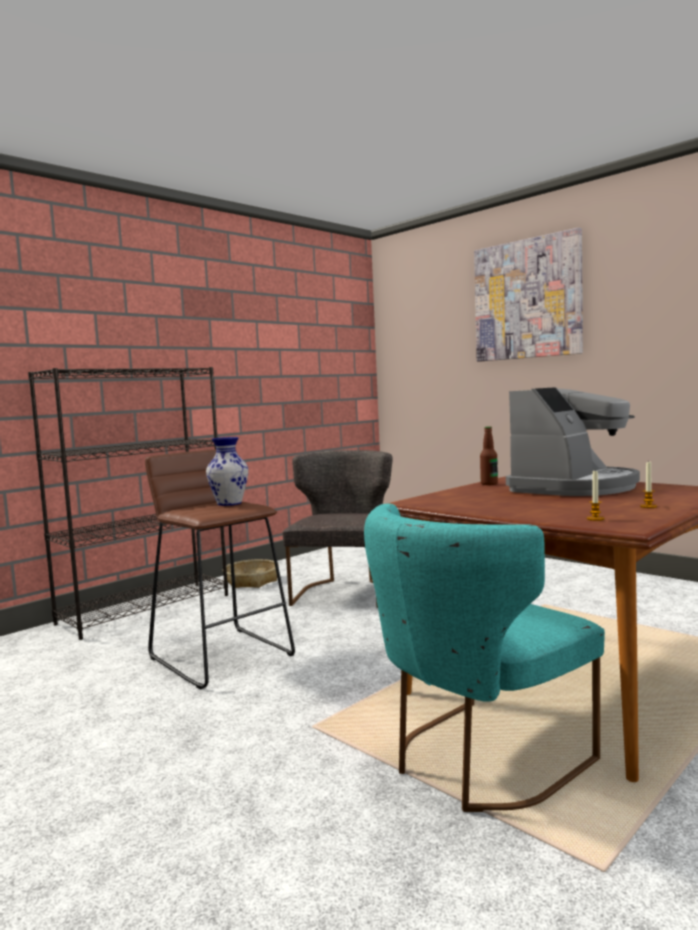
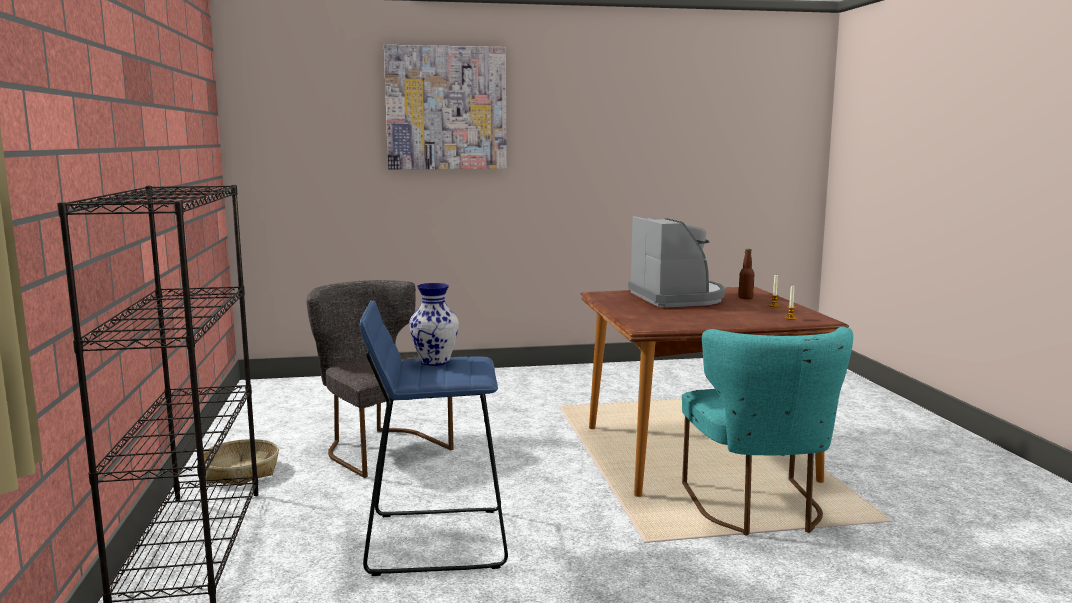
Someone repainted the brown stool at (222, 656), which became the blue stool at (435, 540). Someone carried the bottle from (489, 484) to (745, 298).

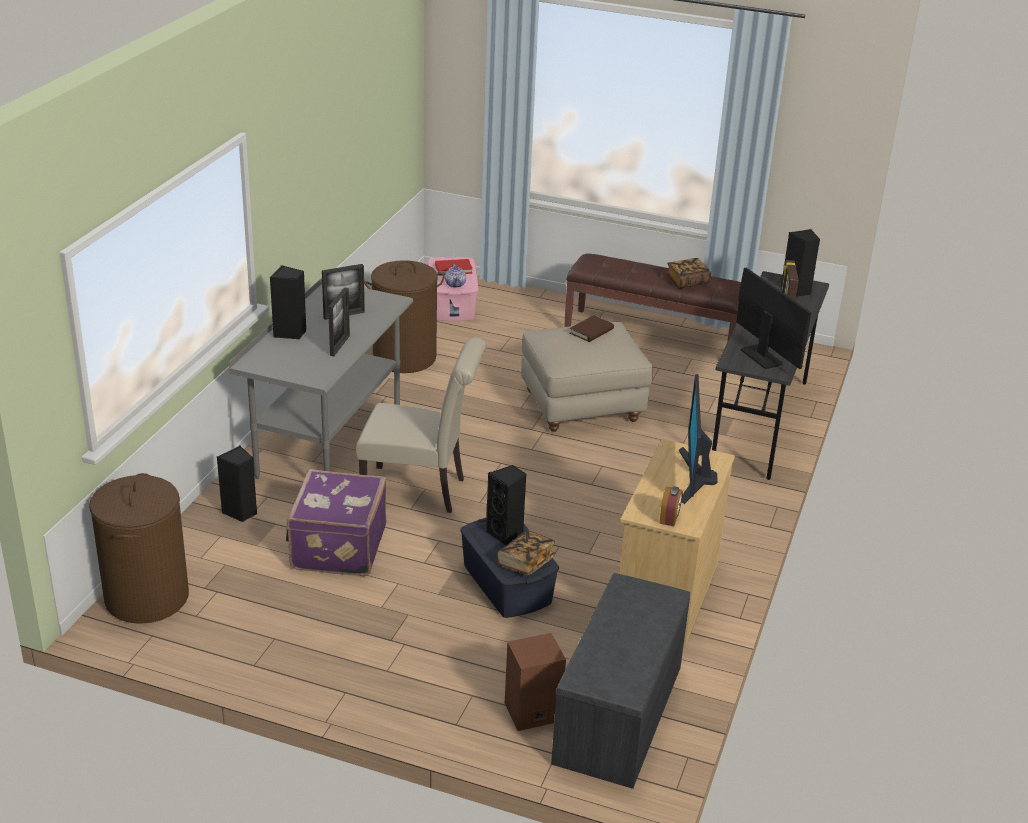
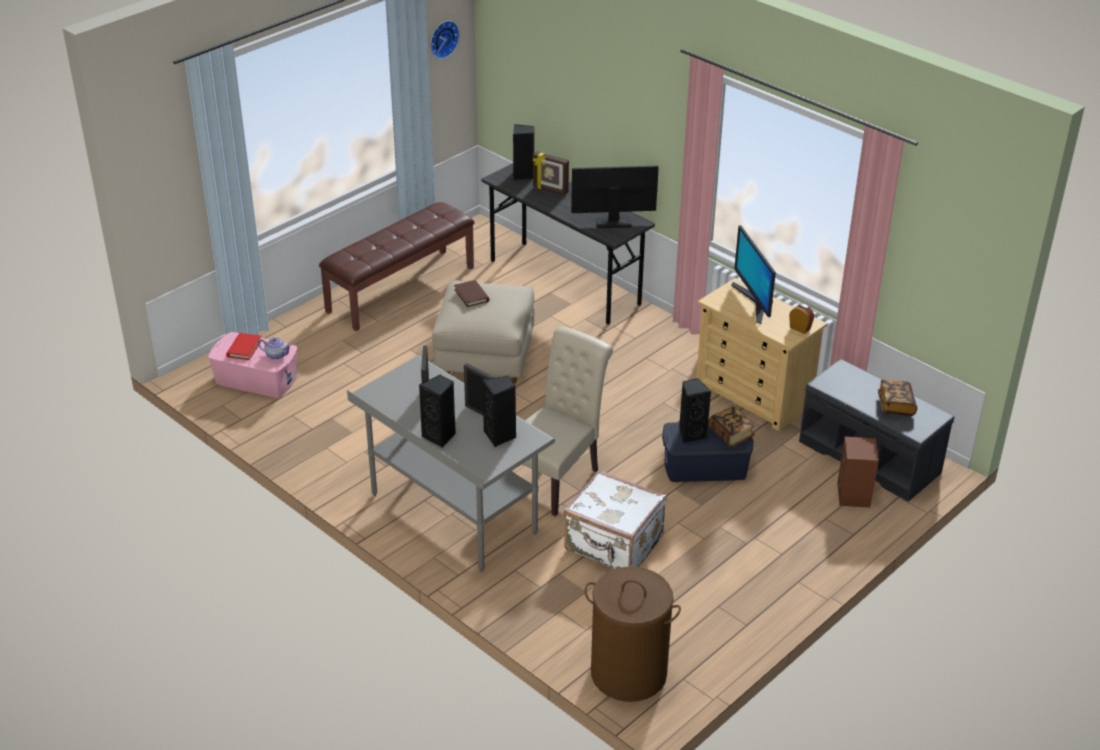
Someone put up the wall clock at (442, 38). Someone carried the black speaker from (240, 512) to (500, 436). Someone repainted the purple suitcase at (336, 548), which became the white suitcase at (613, 545). Someone rotated the monitor at (694, 477) by 45 degrees clockwise. Someone carried the book from (687, 281) to (895, 405). Someone took away the brown laundry basket at (404, 358).

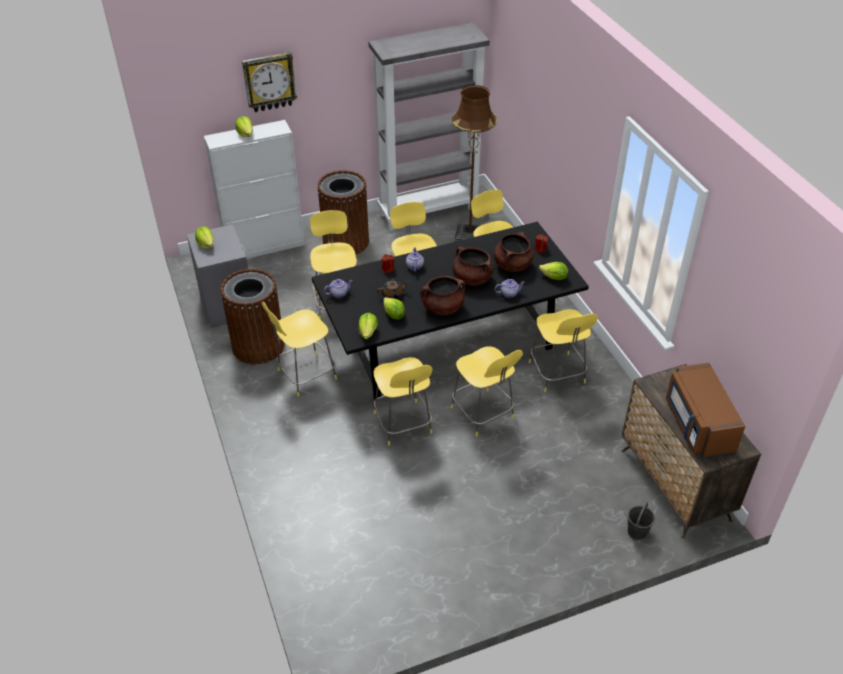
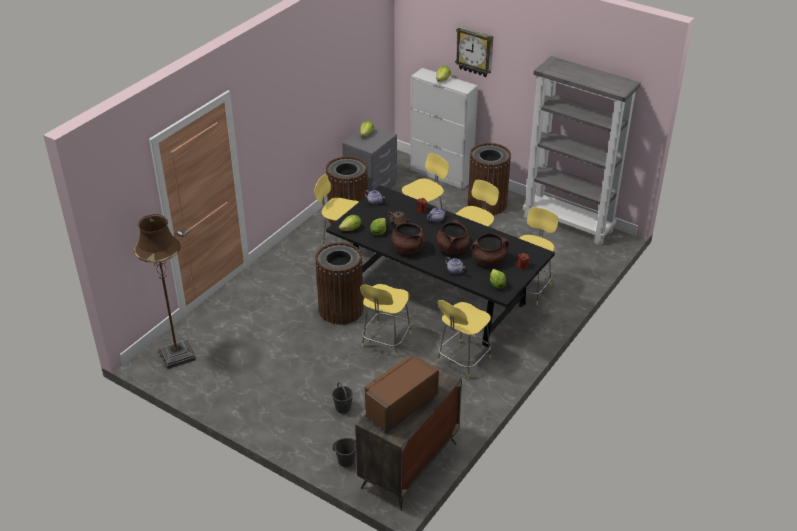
Someone carried the brown floor lamp from (469, 236) to (177, 355). Someone swapped the yellow stool at (403, 424) for the brown trash can at (341, 309). Someone put down the grey bucket at (343, 408).

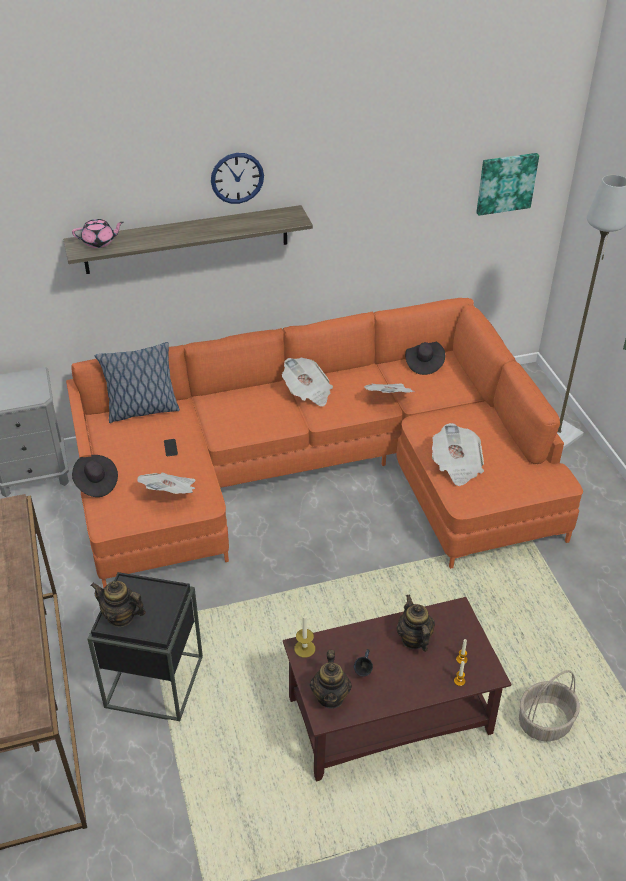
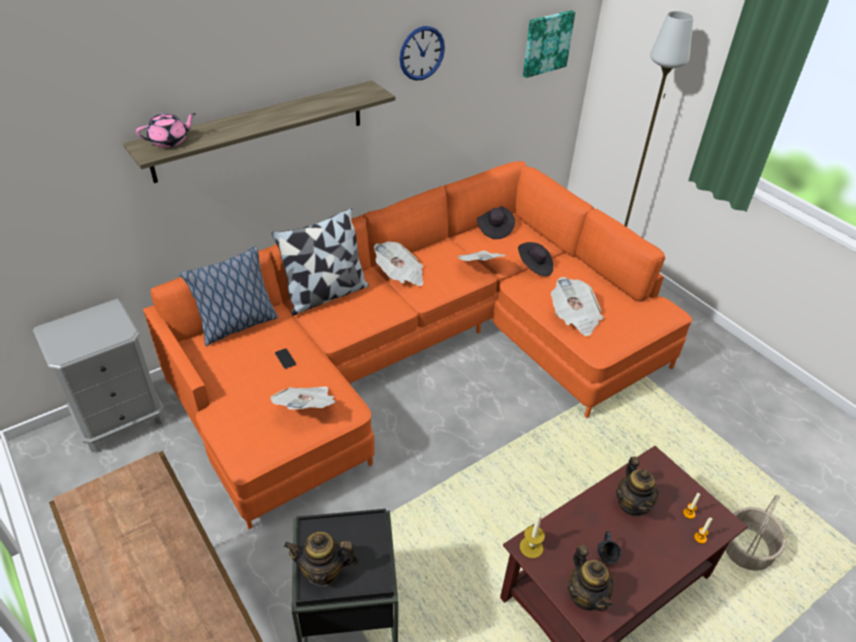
Someone put down the pillow at (326, 294). Someone carried the wall clock from (237, 178) to (421, 53). Someone carried the black hat from (96, 483) to (534, 267). Someone rotated the teapot at (414, 639) by 150 degrees counterclockwise.

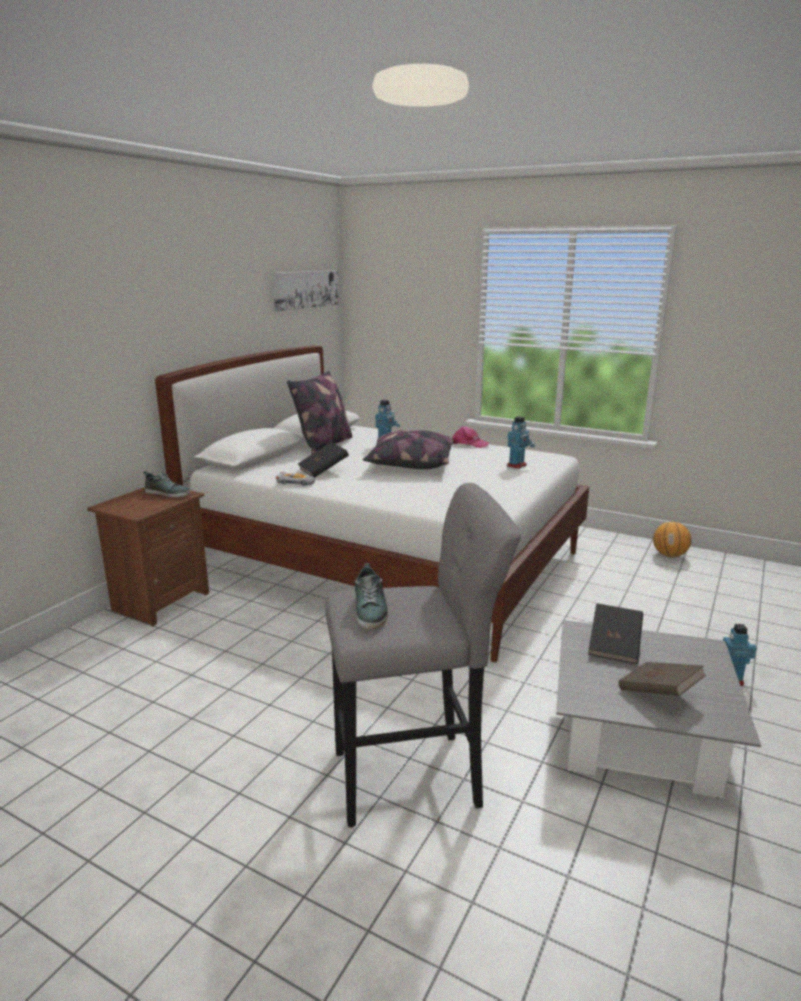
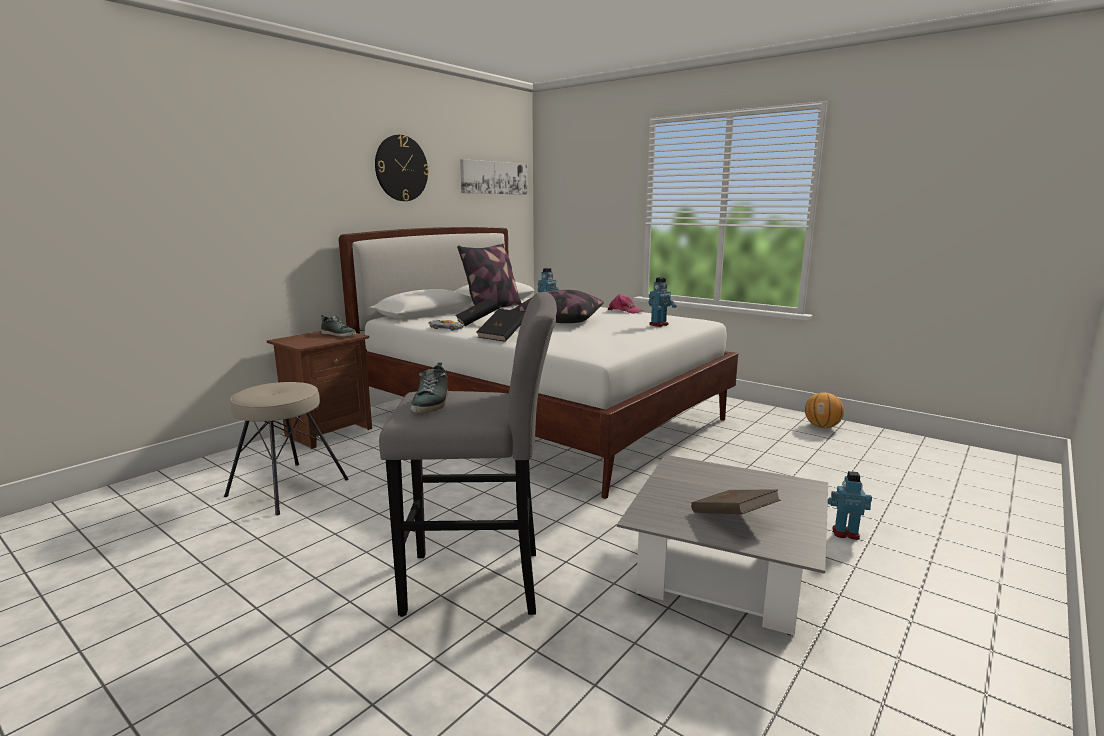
Someone put down the beige stool at (287, 487). Someone put up the wall clock at (401, 168). Someone carried the black book from (614, 646) to (502, 336).

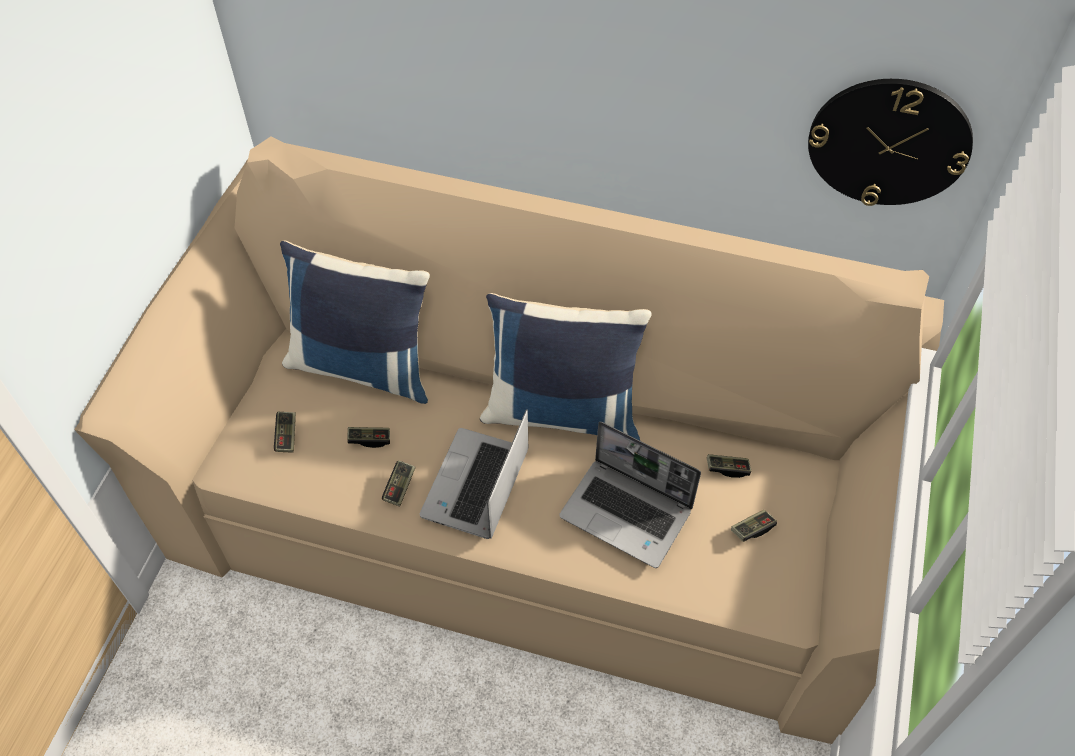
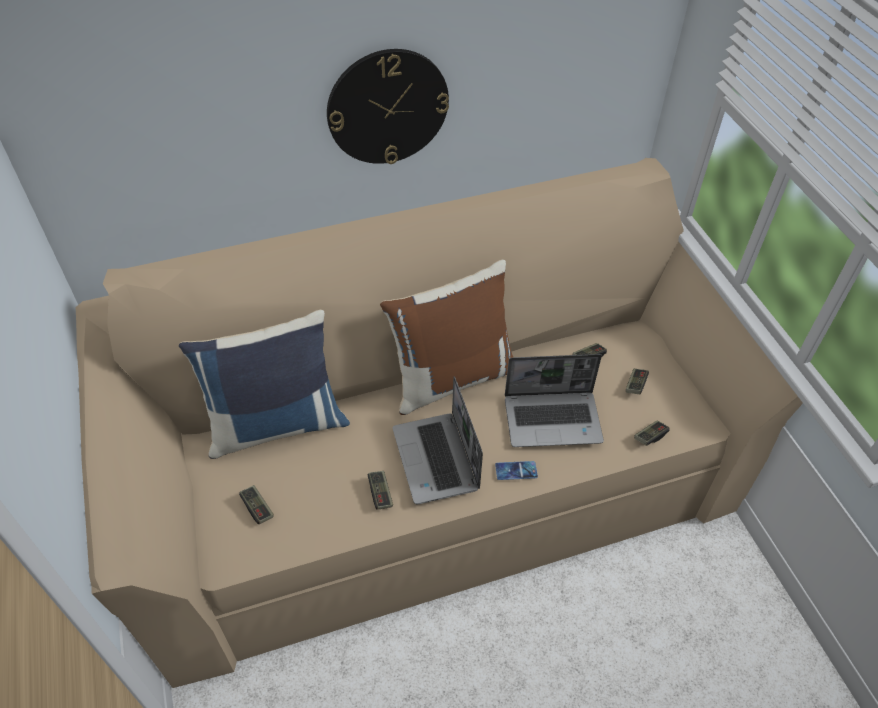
Someone carried the wall clock from (888, 142) to (387, 107). Someone repainted the blue pillow at (562, 411), which became the brown pillow at (452, 377). Someone put down the phone at (516, 471). Someone carried the game controller from (369, 439) to (650, 436).

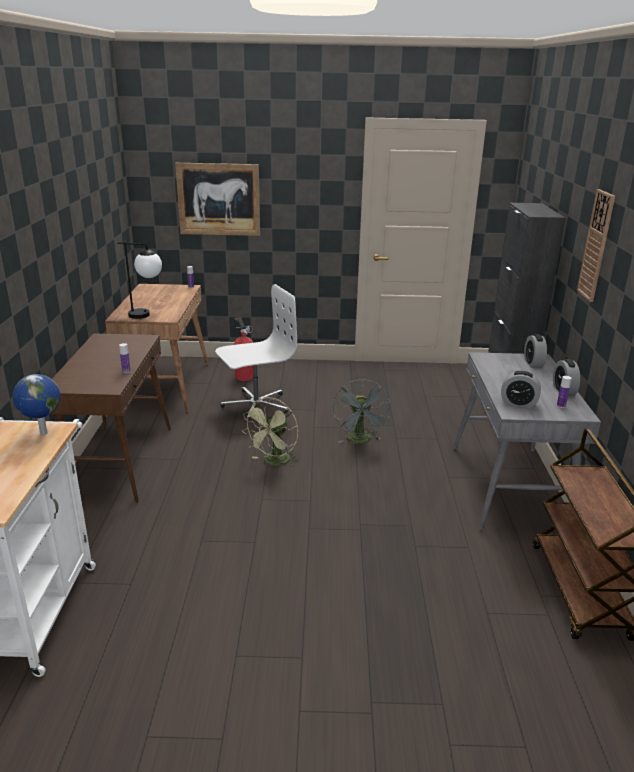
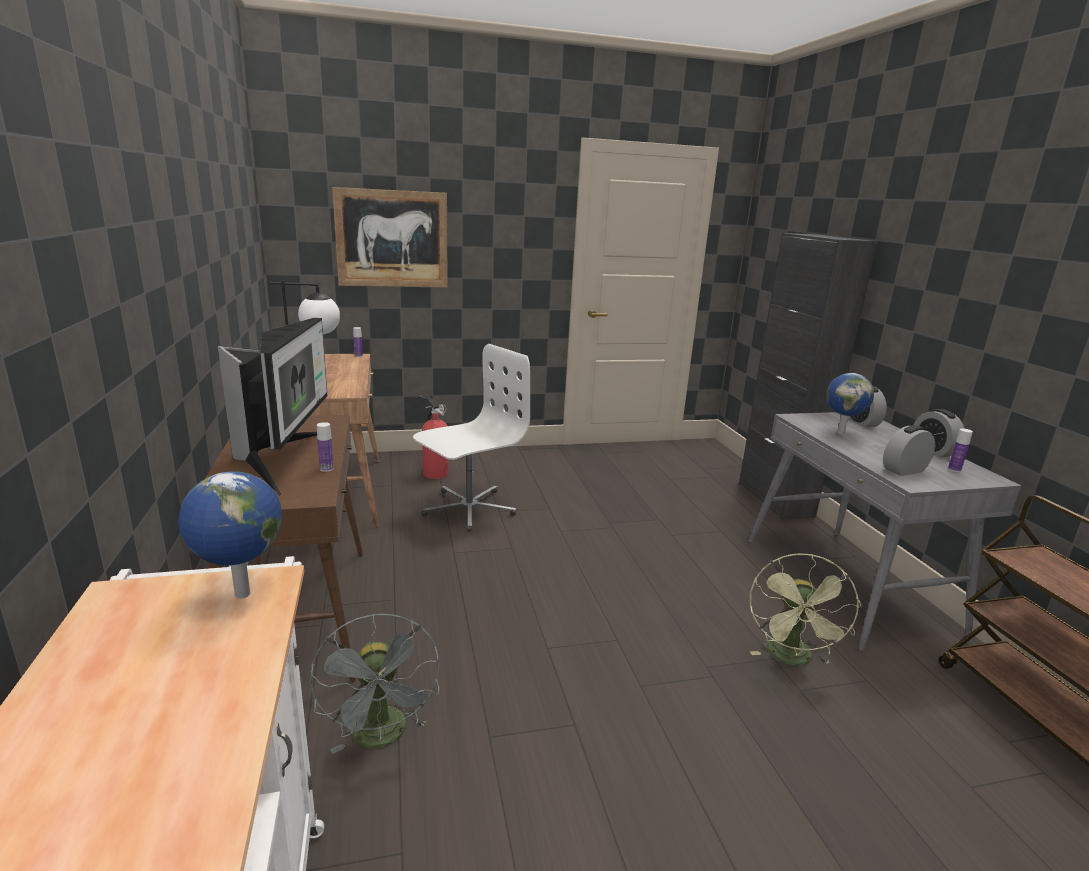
Someone put down the monitor at (284, 459). Someone carried the grey fan from (360, 441) to (383, 737). Someone carried the green fan from (274, 463) to (792, 659). Someone put down the globe at (841, 433). Someone rotated the alarm clock at (518, 403) by 150 degrees clockwise. Someone took away the wall clock at (596, 246).

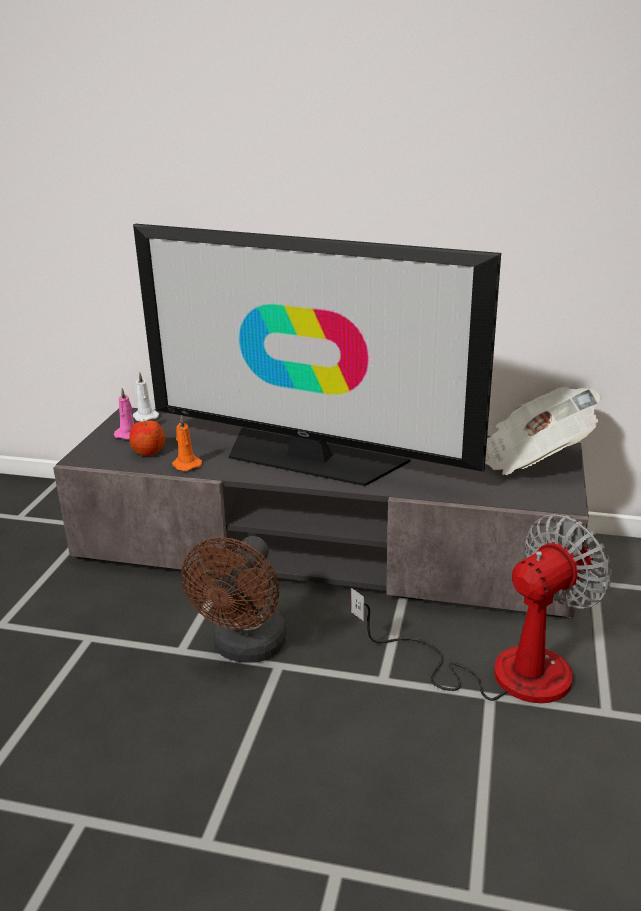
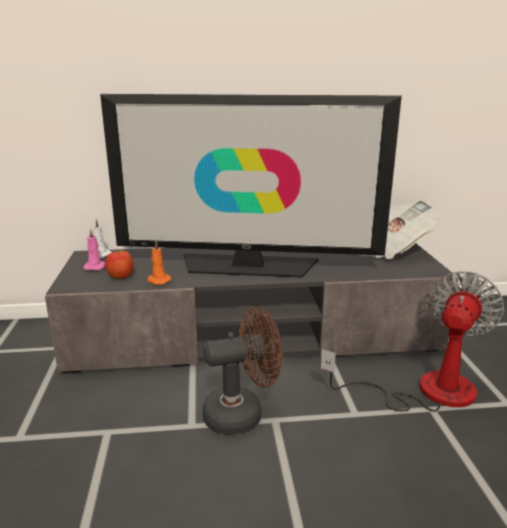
Someone rotated the brown fan at (246, 649) by 105 degrees counterclockwise.

